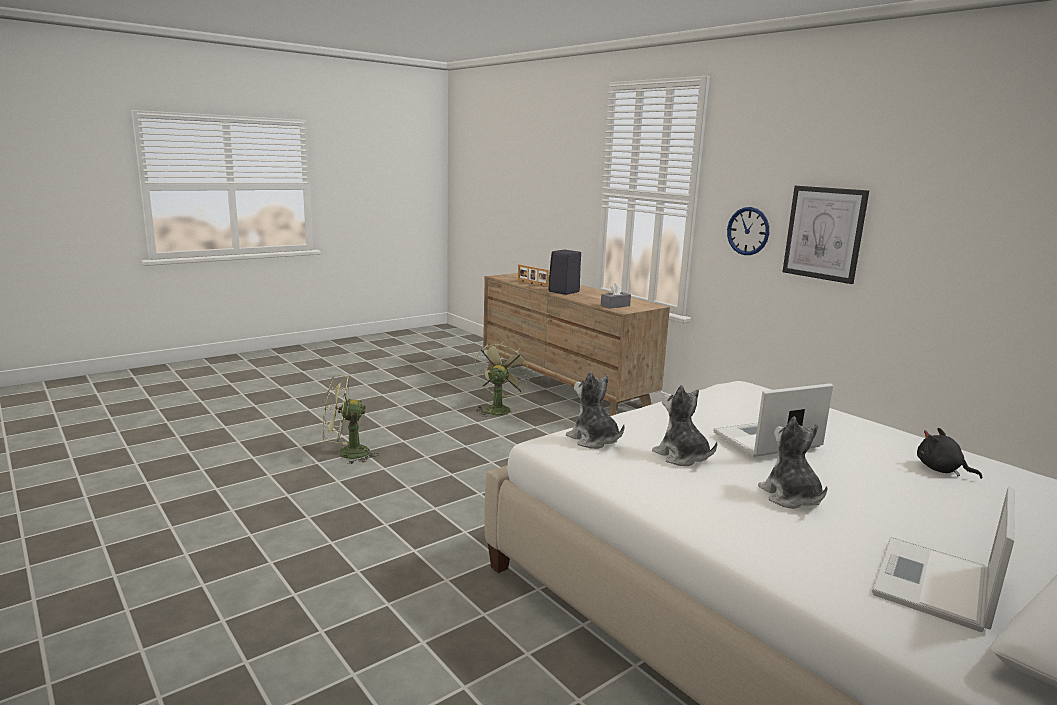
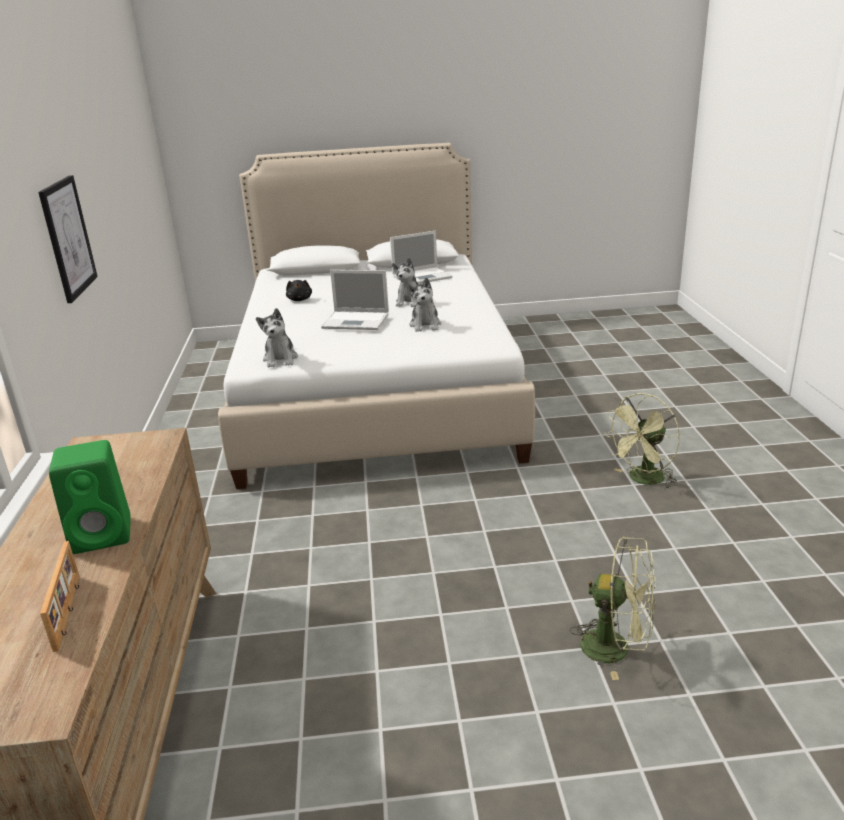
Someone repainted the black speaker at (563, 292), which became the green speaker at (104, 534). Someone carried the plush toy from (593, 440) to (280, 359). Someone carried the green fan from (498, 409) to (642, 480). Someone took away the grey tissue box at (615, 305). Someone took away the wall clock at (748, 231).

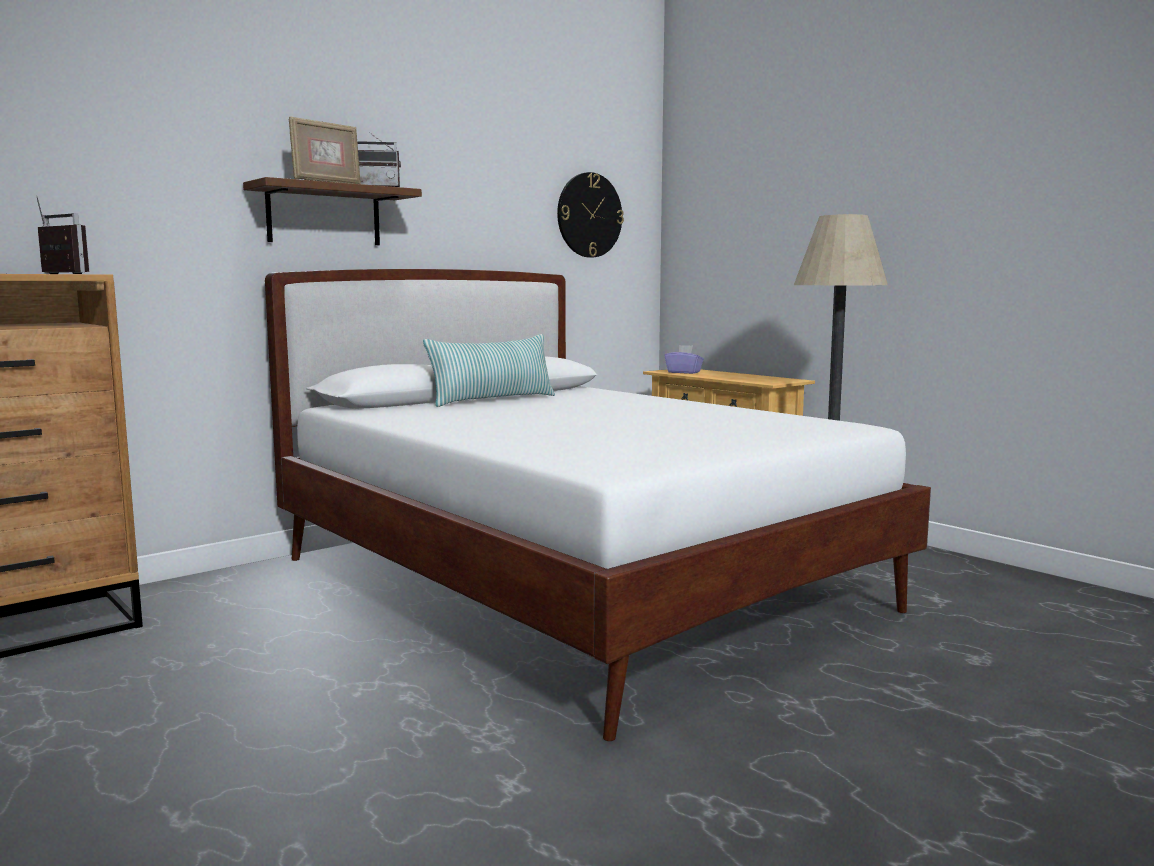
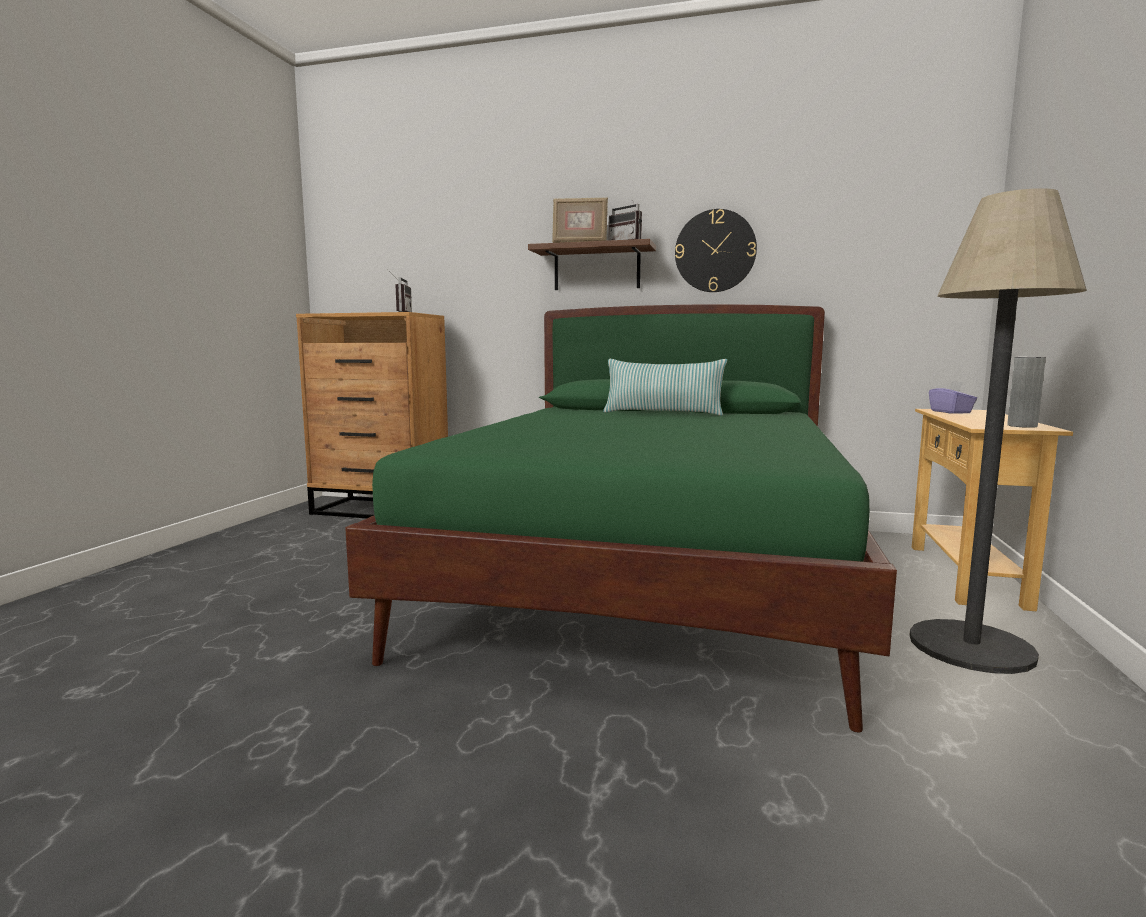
Someone repainted the white bed at (574, 583), which became the green bed at (647, 579). Someone carried the wall clock from (589, 215) to (715, 251). Someone put down the grey vase at (1022, 426).

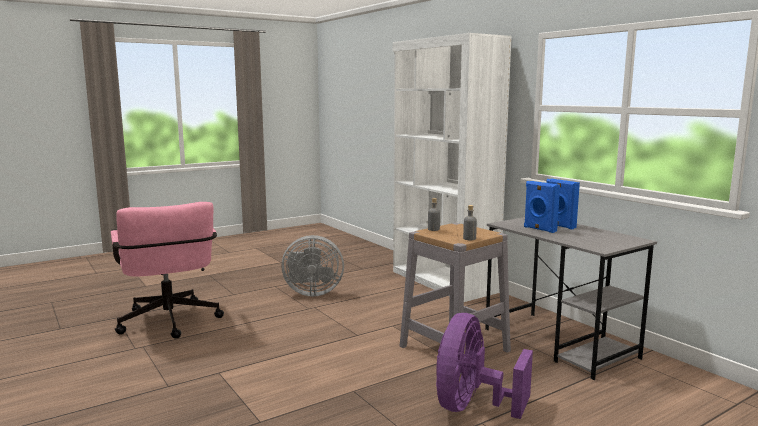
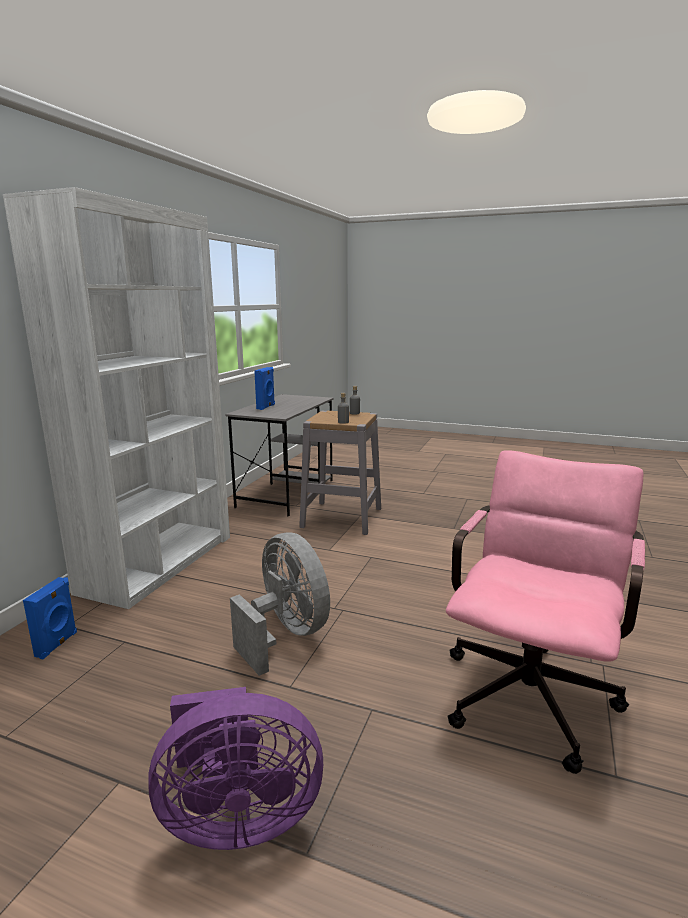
Someone carried the blue speaker from (539, 229) to (57, 644). Someone carried the purple fan from (472, 406) to (237, 817).

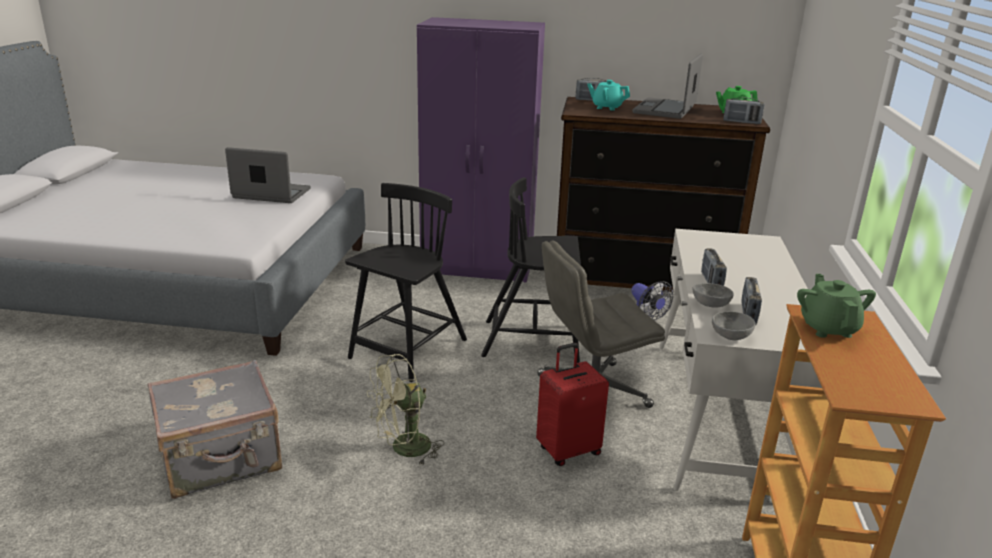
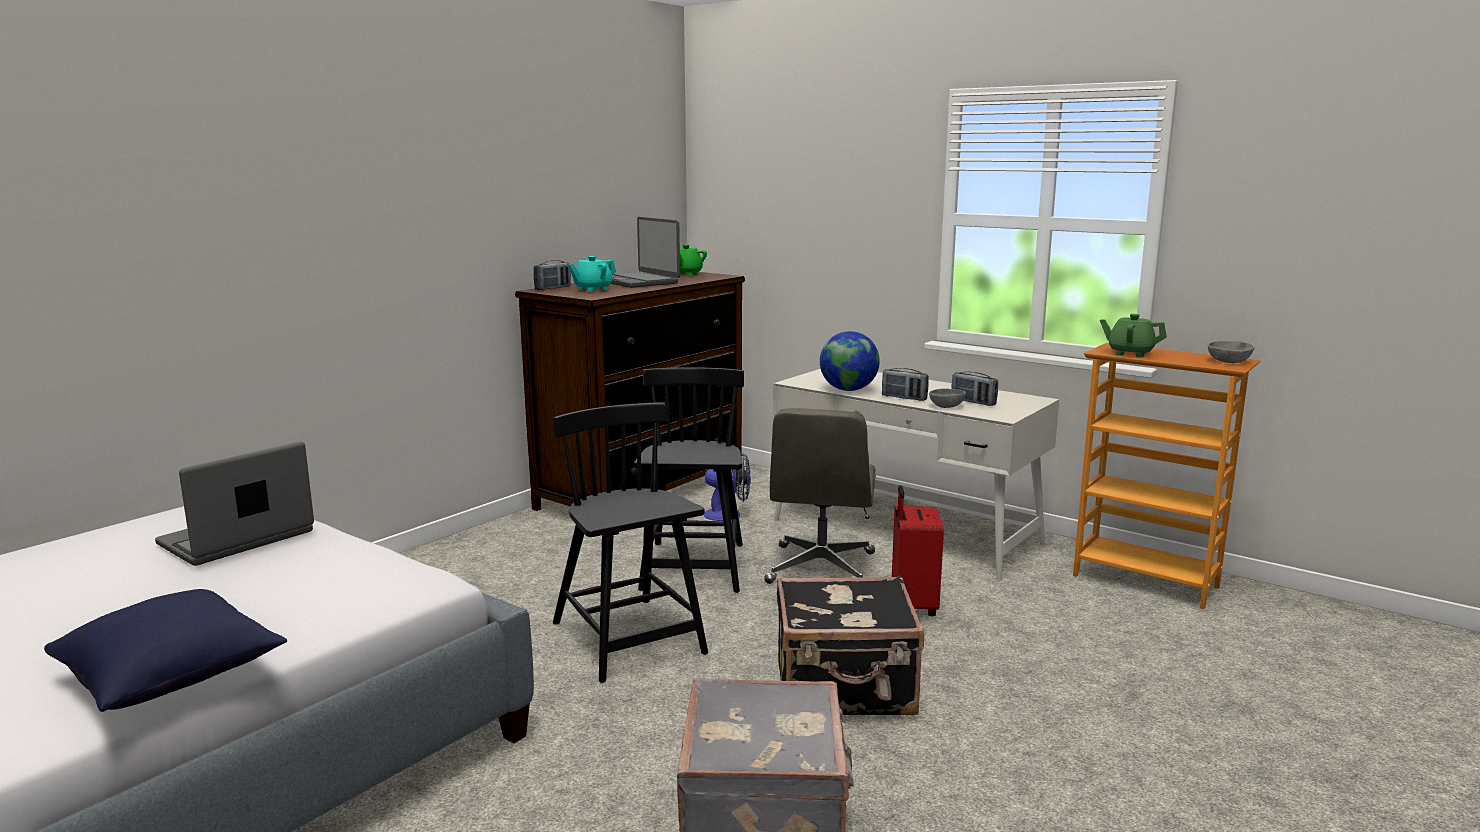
Someone put down the blue pillow at (172, 678). Someone rotated the black chair at (533, 341) by 150 degrees clockwise. Someone swapped the green fan at (403, 449) for the black suitcase at (845, 689). Someone put down the globe at (848, 390). Someone carried the grey bowl from (730, 336) to (1229, 362). Someone took away the purple wardrobe at (479, 267). Someone took away the radio at (741, 122).

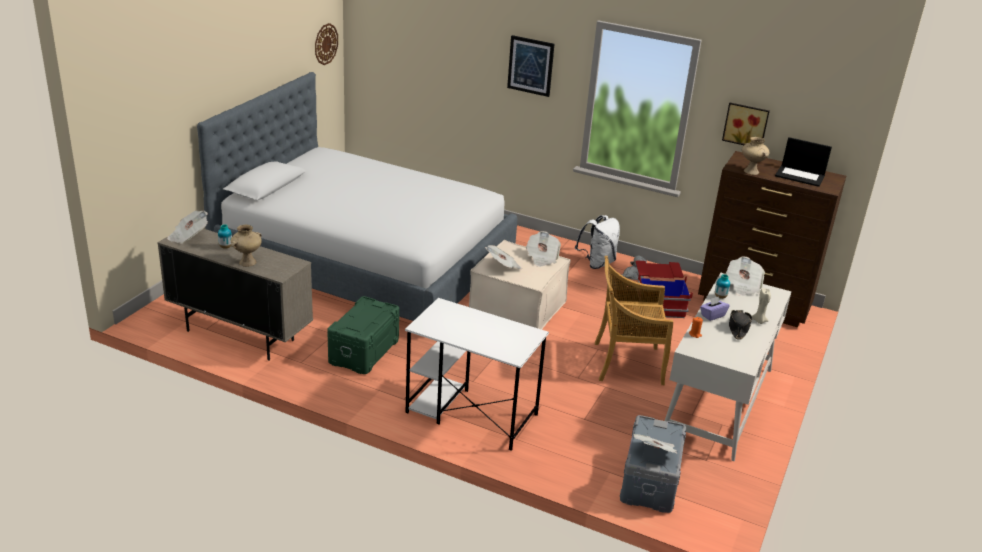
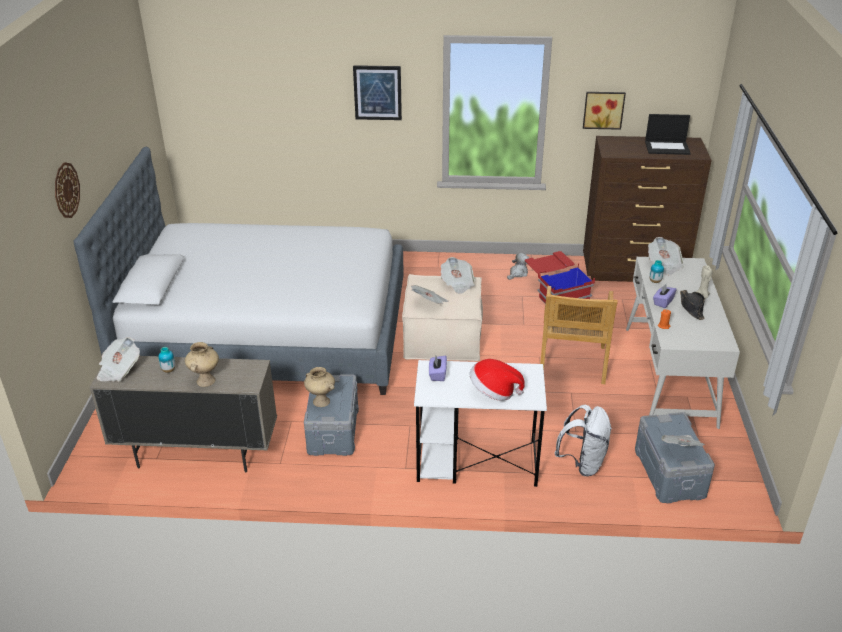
Someone carried the wall clock from (326, 44) to (66, 190). Someone carried the beige vase from (750, 171) to (320, 401). Someone repainted the green storage box at (363, 351), which became the grey storage box at (332, 430). Someone put down the purple tissue box at (437, 374). Someone put down the hat at (494, 392). Someone rotated the beige chair at (626, 363) by 60 degrees counterclockwise. Someone carried the white backpack from (597, 263) to (582, 463).

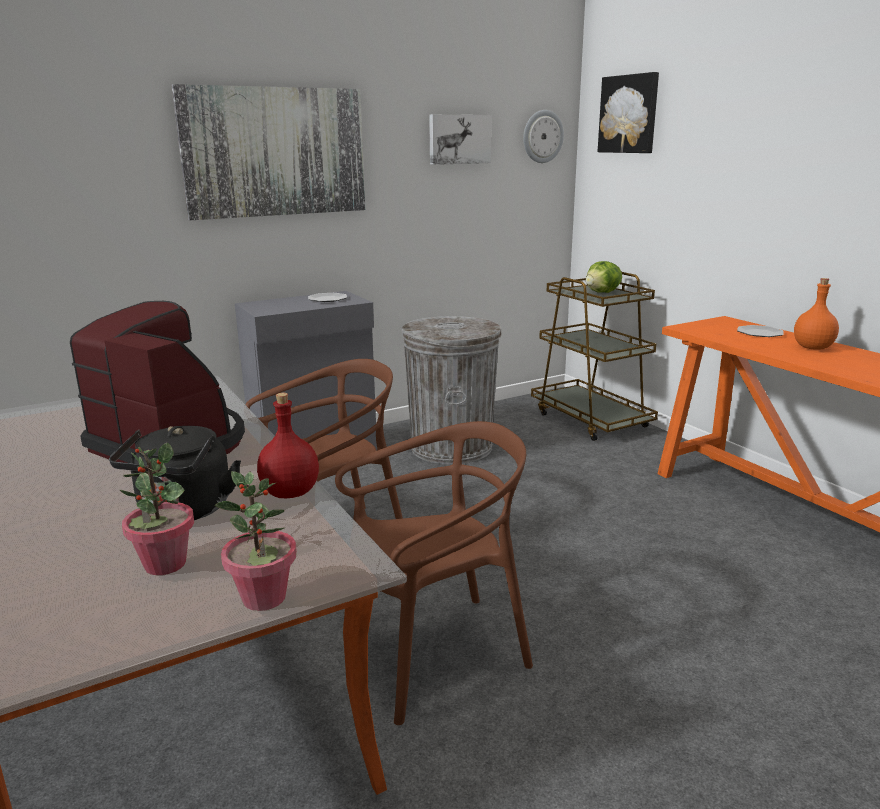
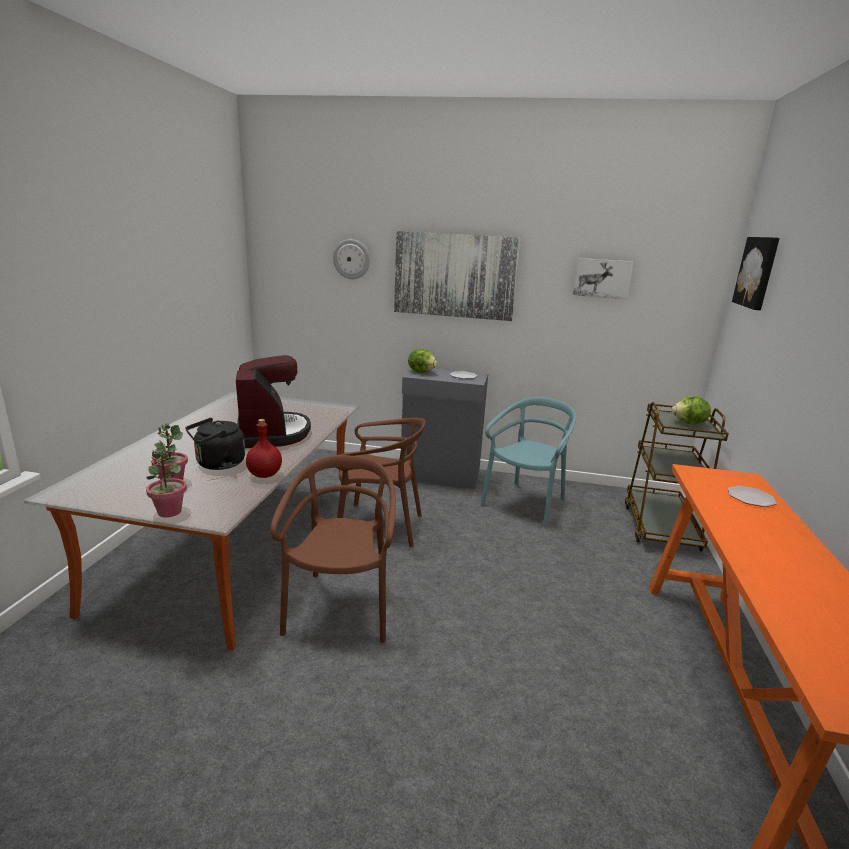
Someone rotated the brown chair at (435, 652) by 105 degrees counterclockwise. Someone carried the wall clock from (542, 136) to (351, 259). Someone put down the lettuce at (422, 372). Someone swapped the grey trash can at (451, 447) for the turquoise chair at (525, 503). Someone took away the orange bottle at (813, 347).

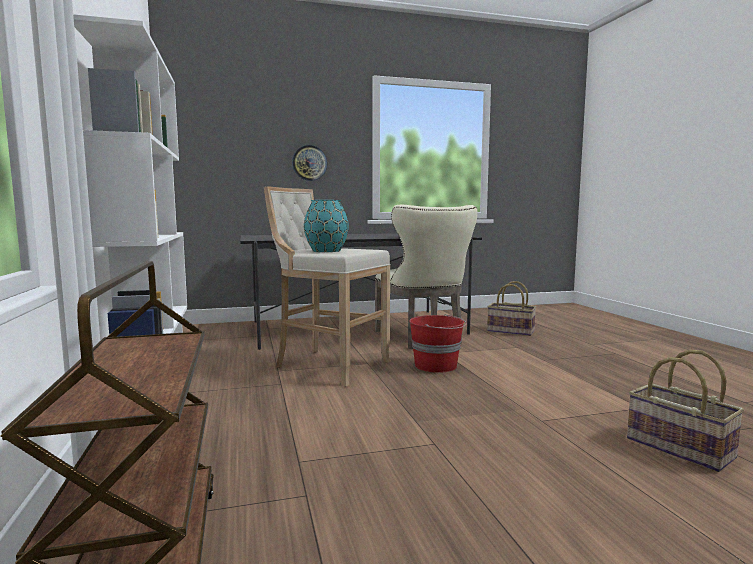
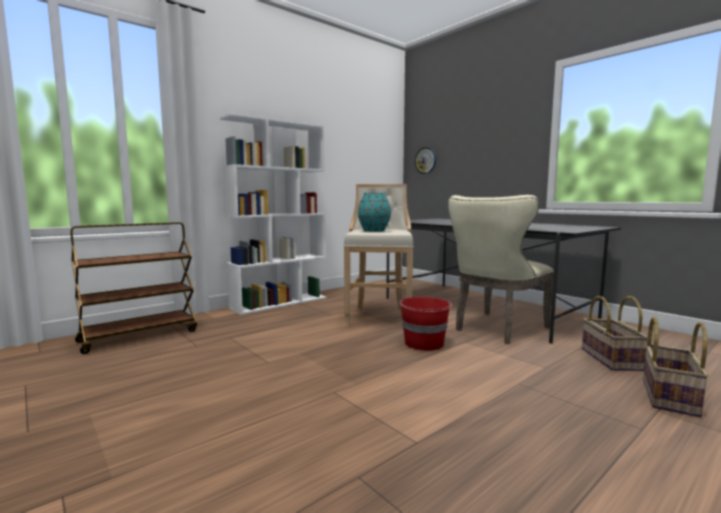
Someone carried the wall clock from (309, 163) to (425, 160). Someone carried the basket from (678, 448) to (667, 396).

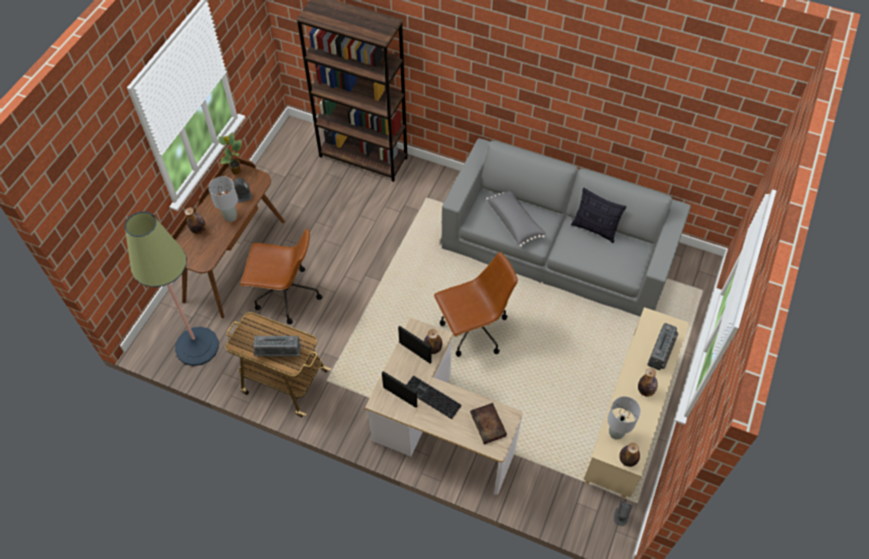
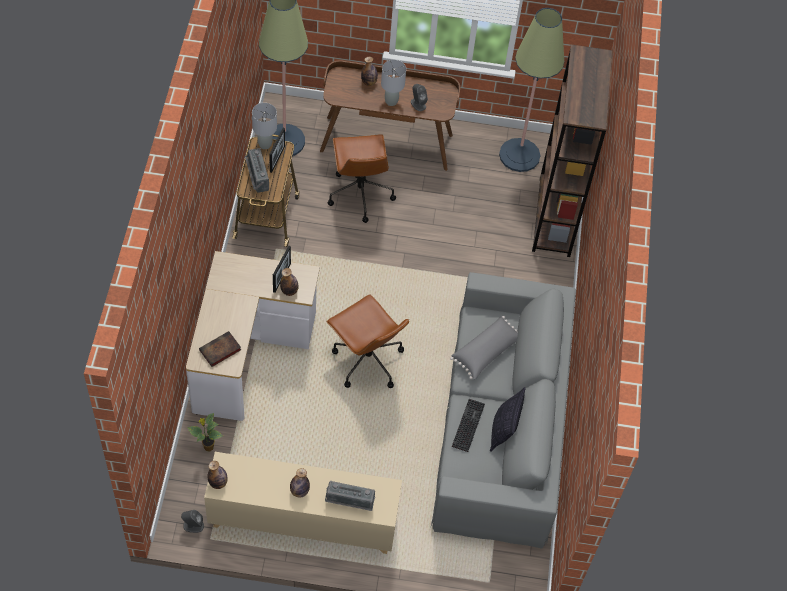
Someone carried the potted plant from (236, 171) to (208, 447). Someone carried the grey table lamp from (615, 433) to (265, 144). Someone carried the picture frame from (400, 396) to (277, 159). Someone carried the keyboard from (430, 397) to (467, 424). Someone put down the floor lamp at (519, 155).

